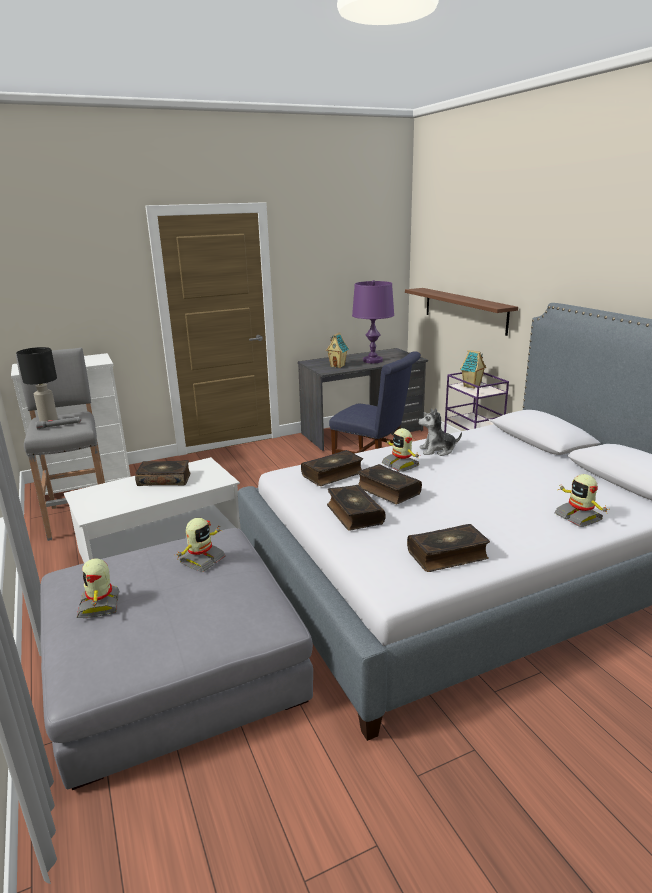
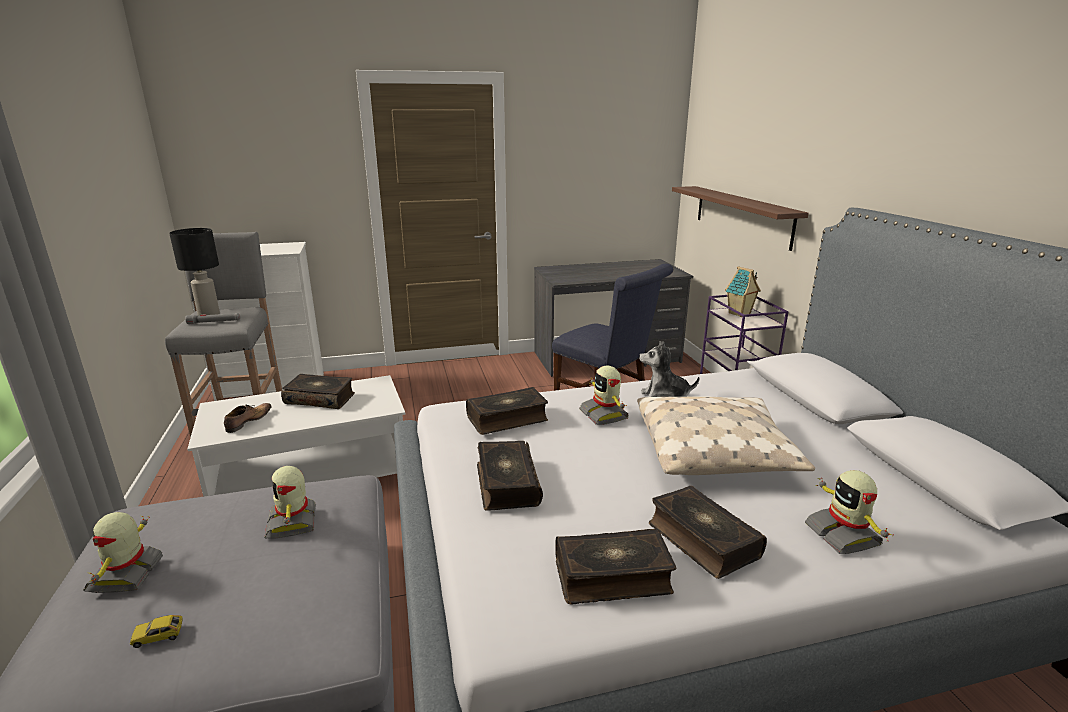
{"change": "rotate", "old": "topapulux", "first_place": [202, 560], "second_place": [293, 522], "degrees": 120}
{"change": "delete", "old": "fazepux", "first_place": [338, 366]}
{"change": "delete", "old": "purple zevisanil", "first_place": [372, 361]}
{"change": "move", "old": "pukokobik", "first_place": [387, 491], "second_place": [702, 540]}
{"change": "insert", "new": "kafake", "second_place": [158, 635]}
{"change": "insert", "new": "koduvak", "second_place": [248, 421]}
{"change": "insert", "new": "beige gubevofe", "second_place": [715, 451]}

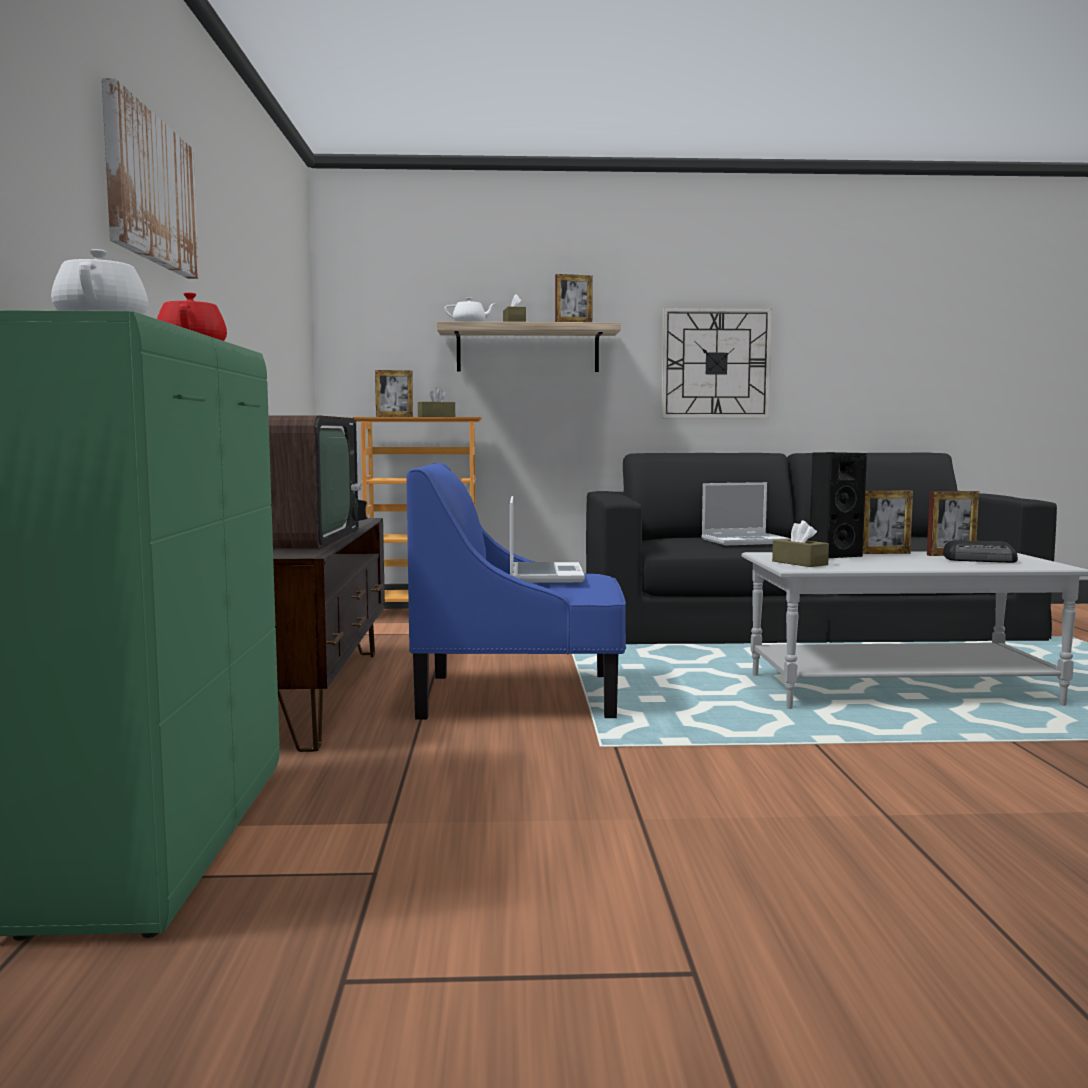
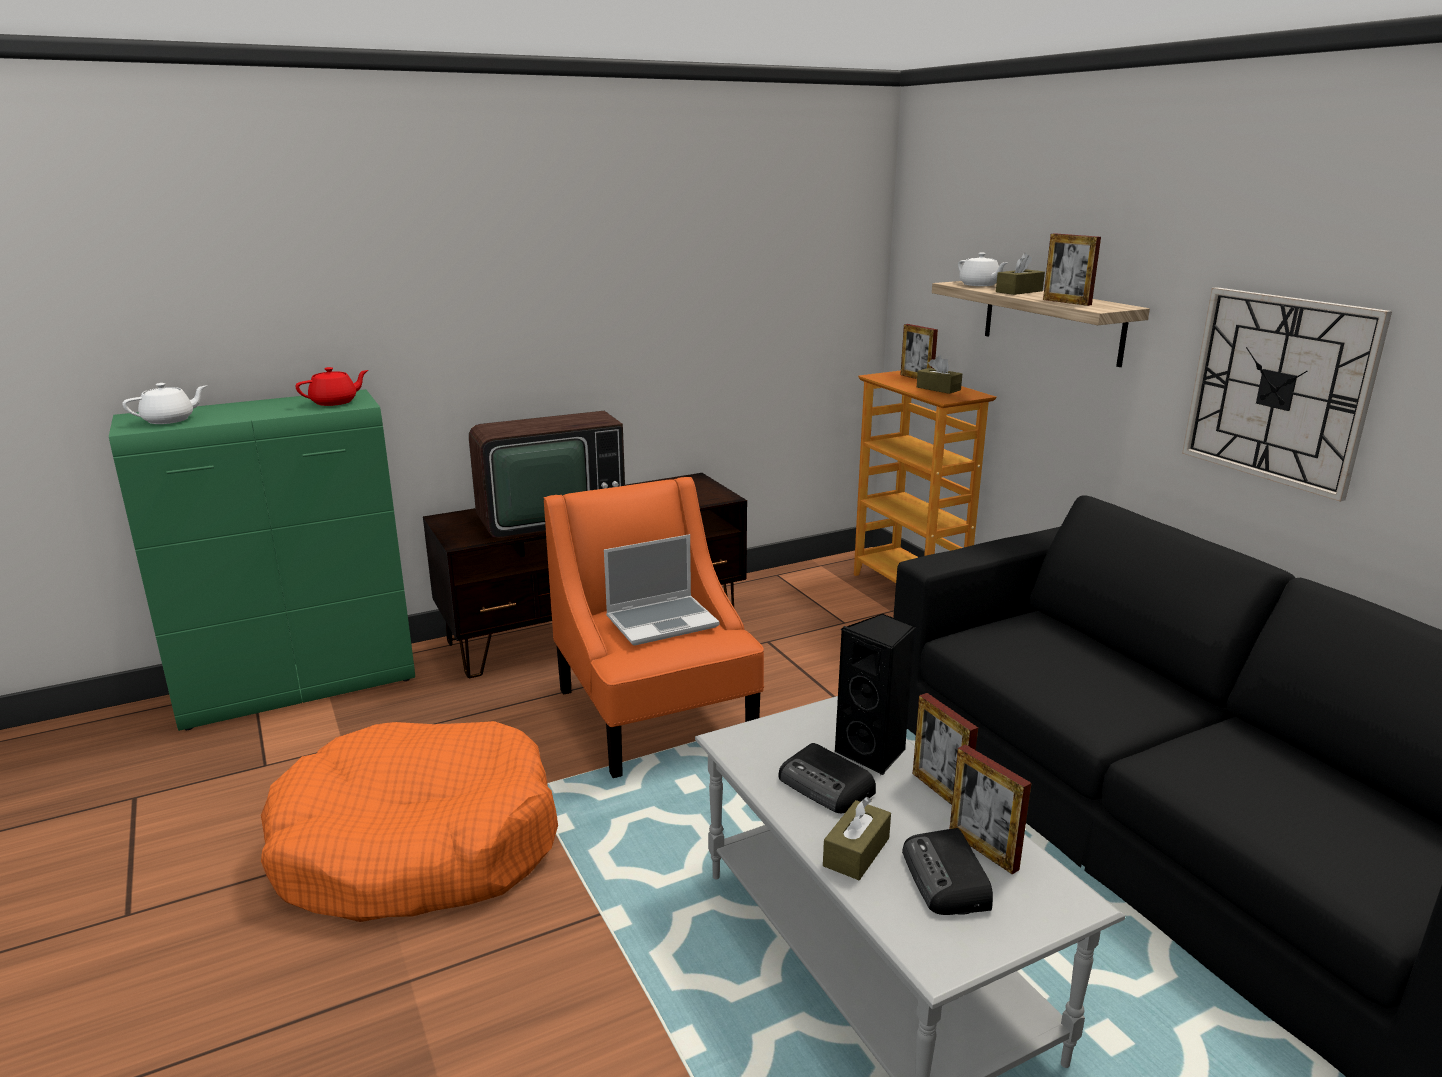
{"change": "delete", "old": "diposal", "first_place": [149, 190]}
{"change": "recolor", "old": "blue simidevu", "new": "orange simidevu", "first_place": [519, 696], "second_place": [655, 715]}
{"change": "delete", "old": "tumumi", "first_place": [745, 541]}
{"change": "move", "old": "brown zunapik", "first_place": [799, 563], "second_place": [856, 852]}
{"change": "insert", "new": "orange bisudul", "second_place": [417, 846]}
{"change": "insert", "new": "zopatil", "second_place": [826, 786]}

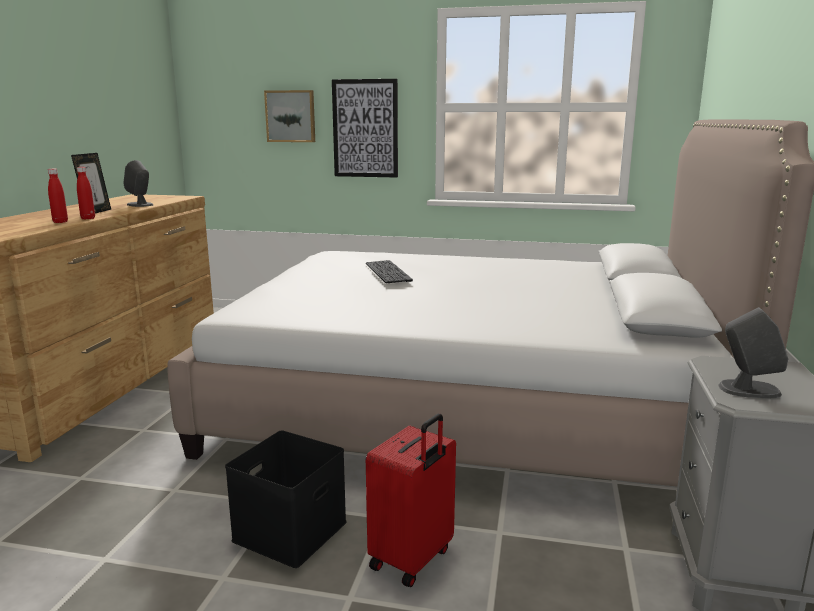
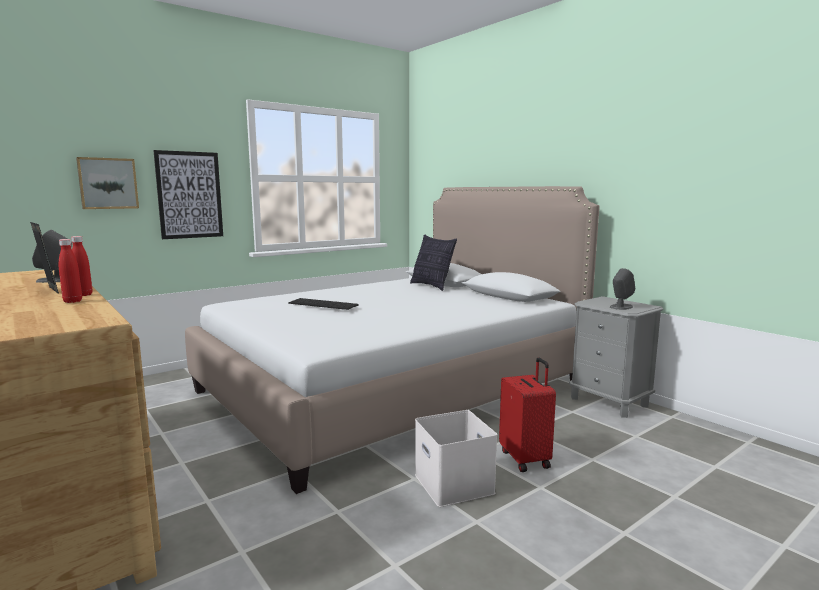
{"change": "recolor", "old": "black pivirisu", "new": "white pivirisu", "first_place": [290, 533], "second_place": [455, 484]}
{"change": "insert", "new": "gubevofe", "second_place": [432, 286]}

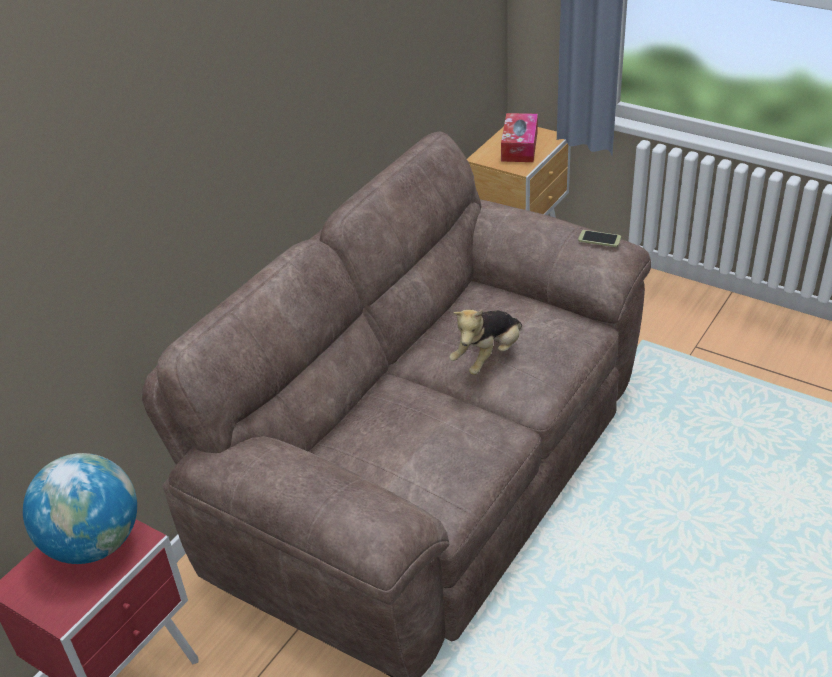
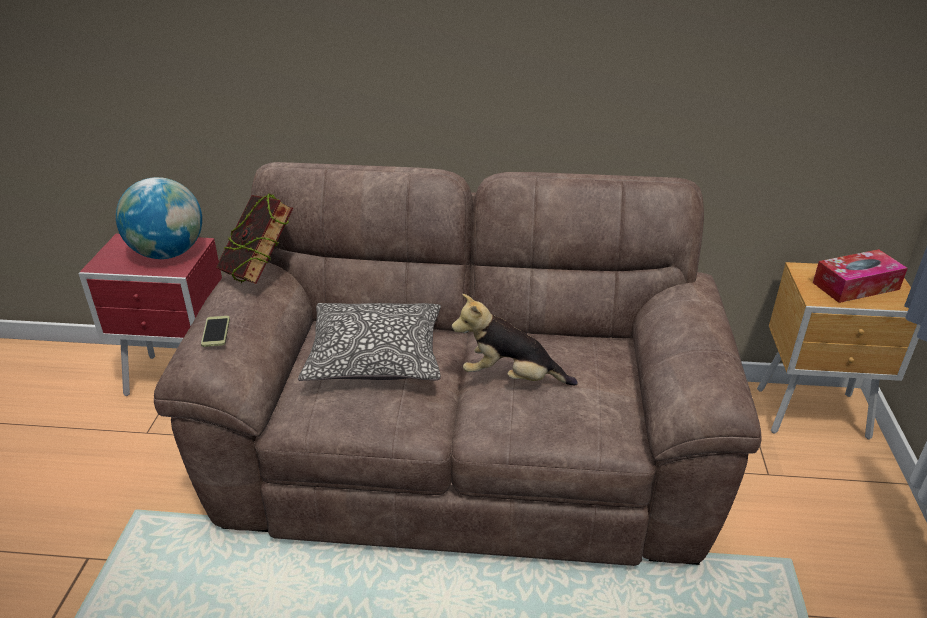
{"change": "move", "old": "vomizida", "first_place": [599, 239], "second_place": [215, 332]}
{"change": "insert", "new": "pukokobik", "second_place": [260, 273]}
{"change": "insert", "new": "gubevofe", "second_place": [376, 356]}

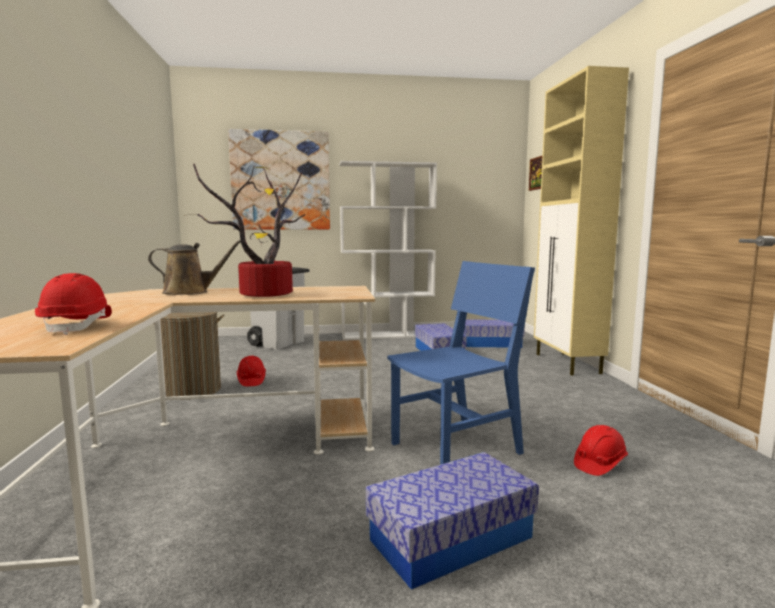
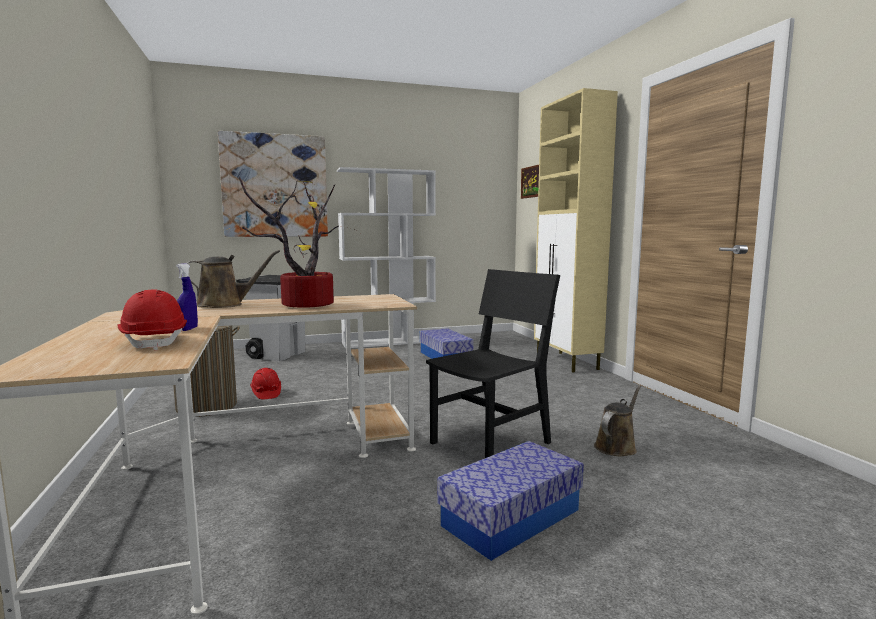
{"change": "recolor", "old": "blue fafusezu", "new": "black fafusezu", "first_place": [456, 448], "second_place": [491, 443]}
{"change": "delete", "old": "pivirisu", "first_place": [491, 343]}
{"change": "replace", "old": "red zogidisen", "new": "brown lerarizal", "first_place": [599, 464], "second_place": [617, 446]}
{"change": "insert", "new": "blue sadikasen", "second_place": [188, 329]}

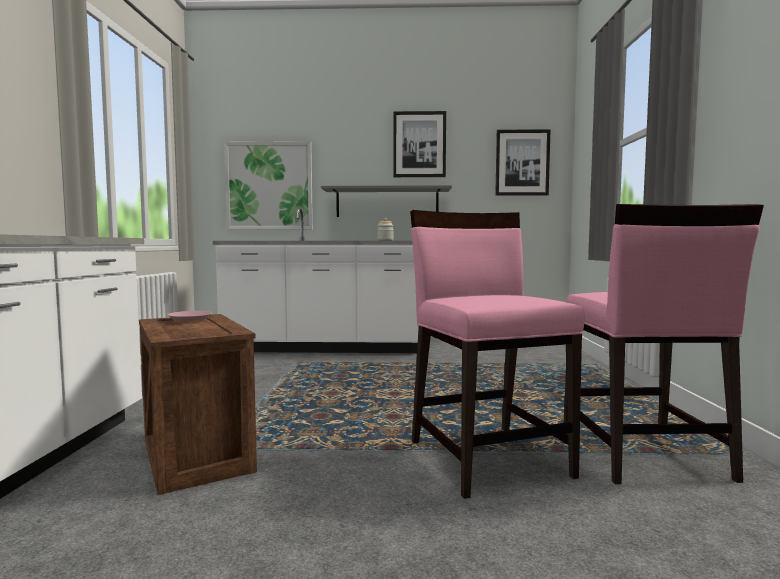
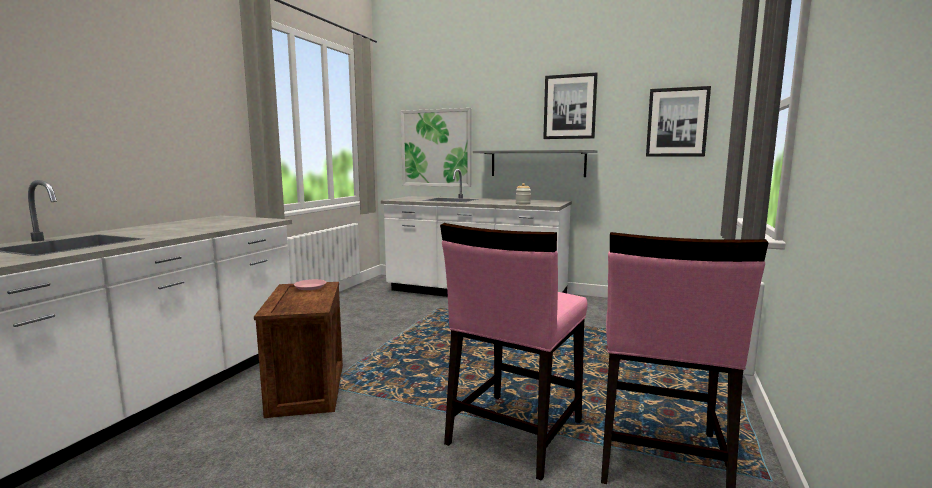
{"change": "rotate", "old": "pink fafusezu", "first_place": [488, 458], "second_place": [513, 433], "degrees": -150}

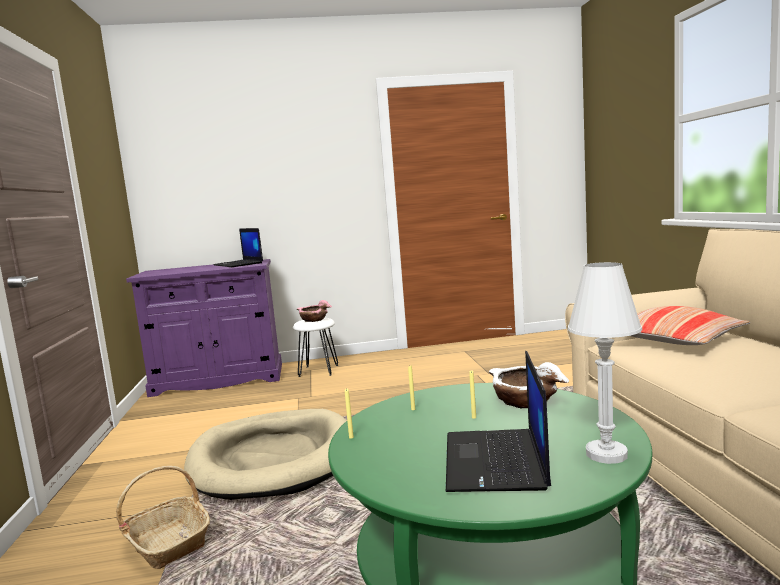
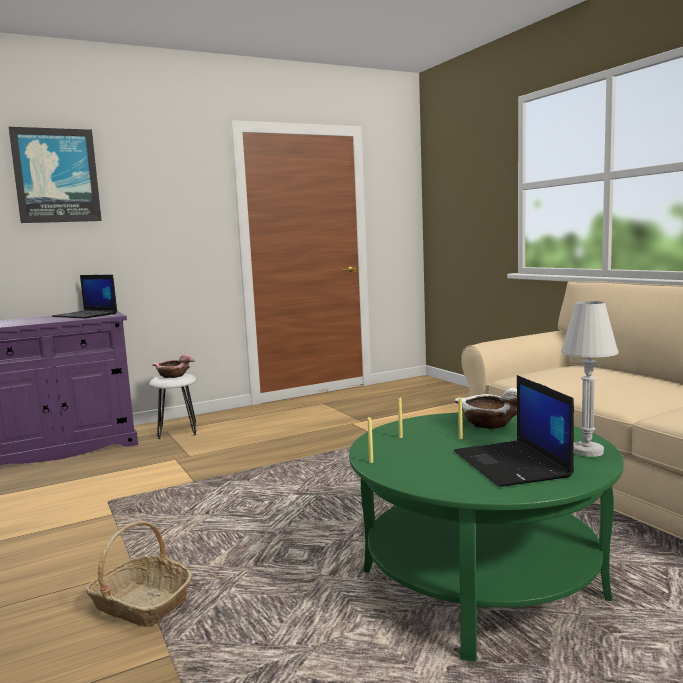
{"change": "delete", "old": "beige bisudul", "first_place": [274, 459]}
{"change": "delete", "old": "gubevofe", "first_place": [674, 340]}
{"change": "insert", "new": "diposal", "second_place": [56, 176]}

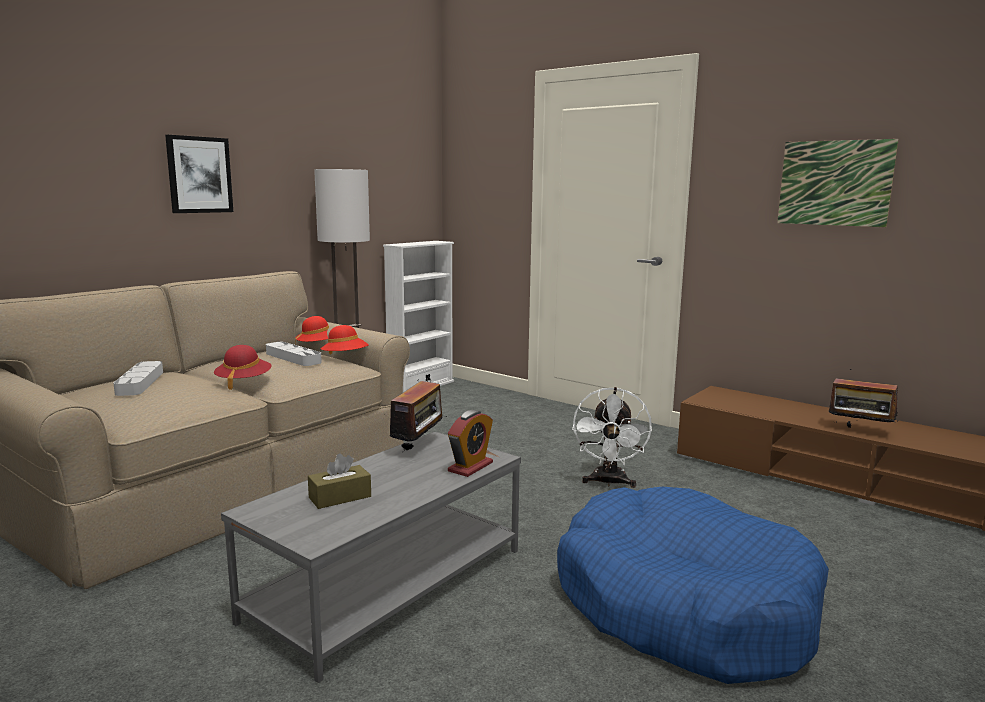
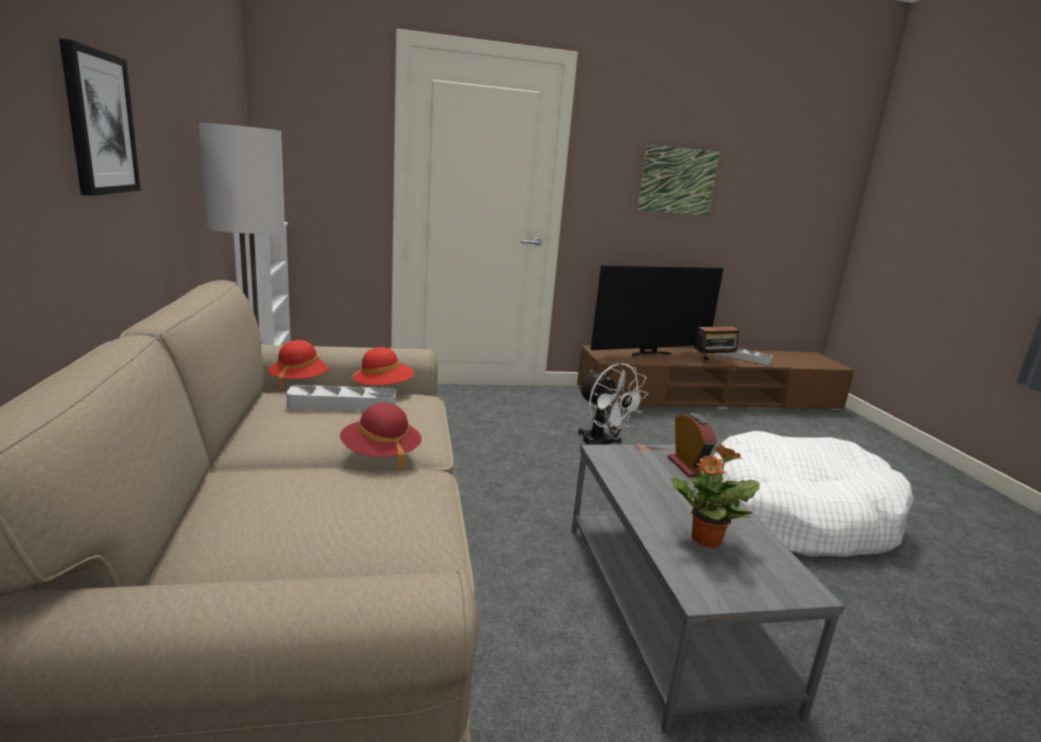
{"change": "move", "old": "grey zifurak", "first_place": [140, 383], "second_place": [742, 357]}
{"change": "replace", "old": "brown zunapik", "new": "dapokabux", "first_place": [340, 497], "second_place": [705, 540]}
{"change": "delete", "old": "zopatil", "first_place": [418, 446]}
{"change": "recolor", "old": "blue bisudul", "new": "white bisudul", "first_place": [683, 605], "second_place": [796, 515]}
{"change": "insert", "new": "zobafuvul", "second_place": [649, 353]}

